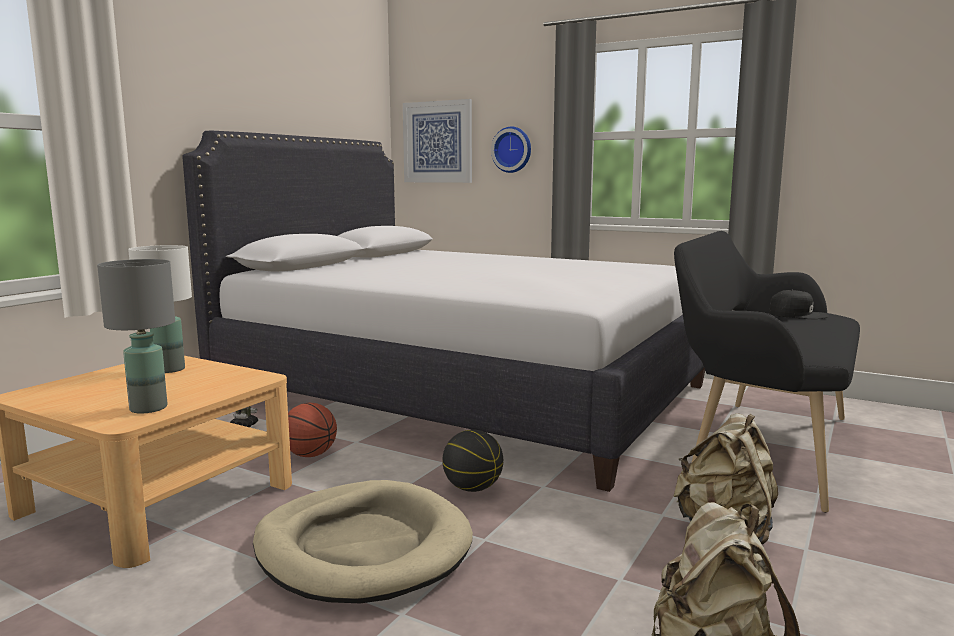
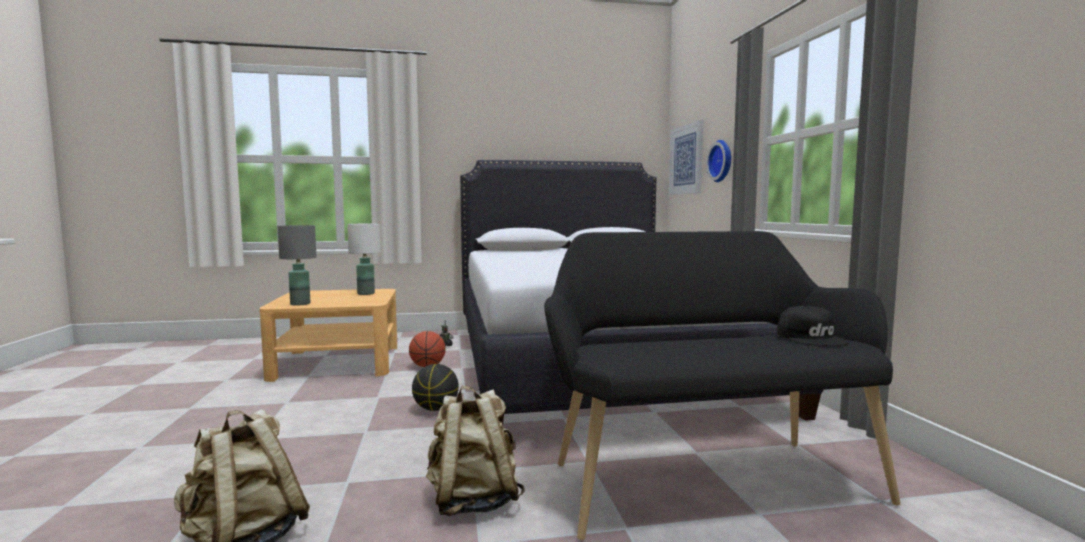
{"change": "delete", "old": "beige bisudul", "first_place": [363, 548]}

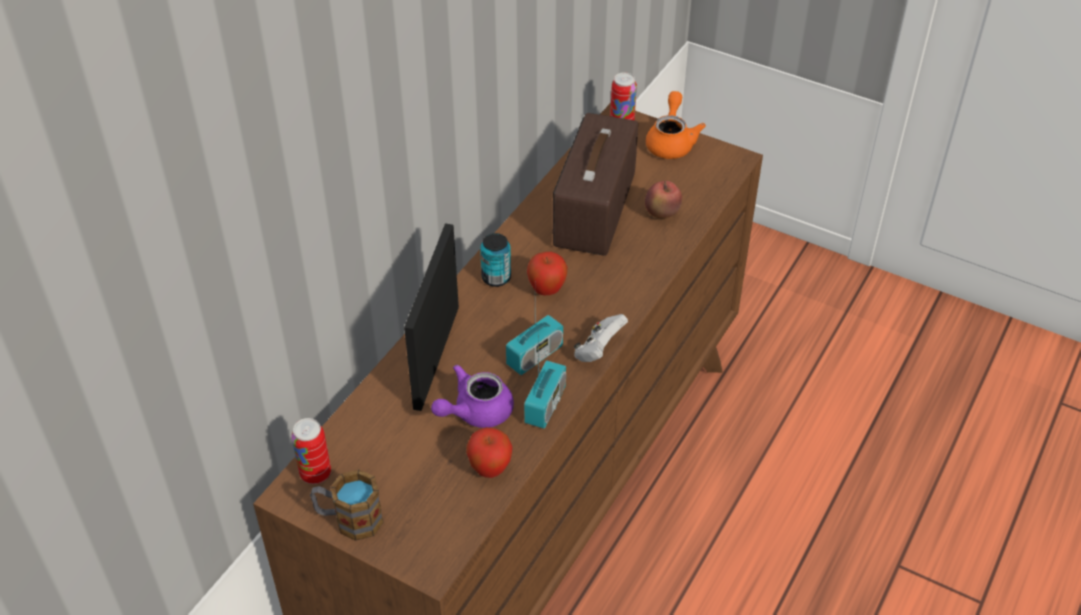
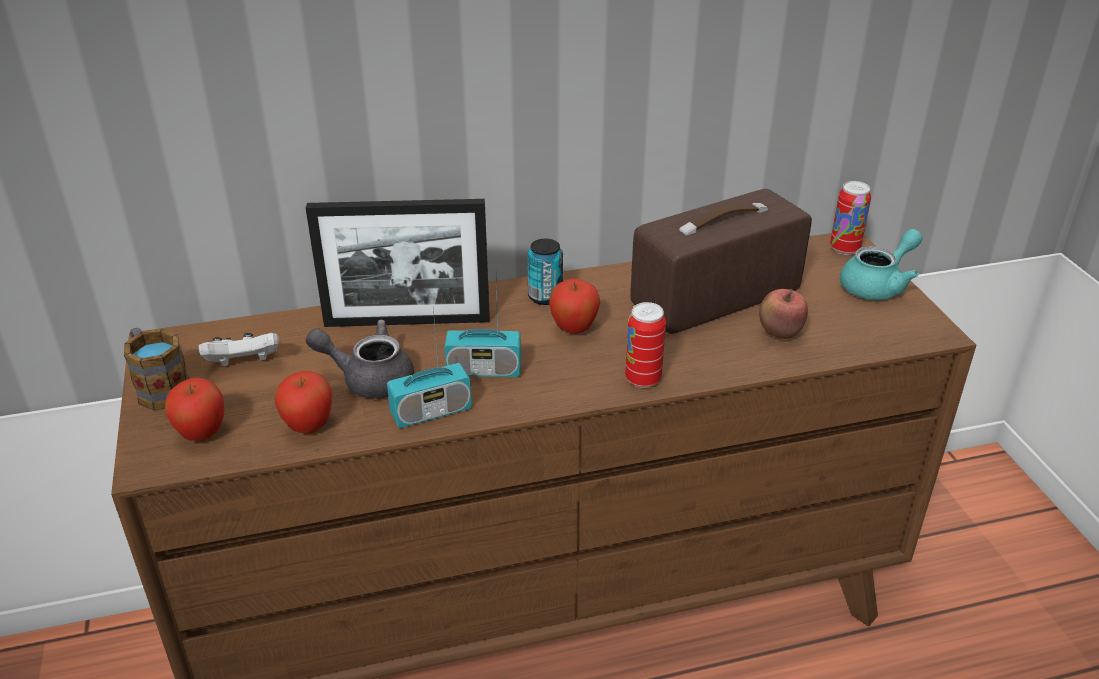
{"change": "move", "old": "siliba", "first_place": [315, 474], "second_place": [643, 379]}
{"change": "rotate", "old": "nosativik", "first_place": [436, 356], "second_place": [407, 321], "degrees": -150}
{"change": "recolor", "old": "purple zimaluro", "new": "grey zimaluro", "first_place": [475, 412], "second_place": [369, 378]}
{"change": "move", "old": "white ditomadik", "first_place": [598, 351], "second_place": [244, 364]}
{"change": "recolor", "old": "orange zimaluro", "new": "turquoise zimaluro", "first_place": [671, 142], "second_place": [878, 285]}
{"change": "insert", "new": "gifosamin", "second_place": [202, 434]}

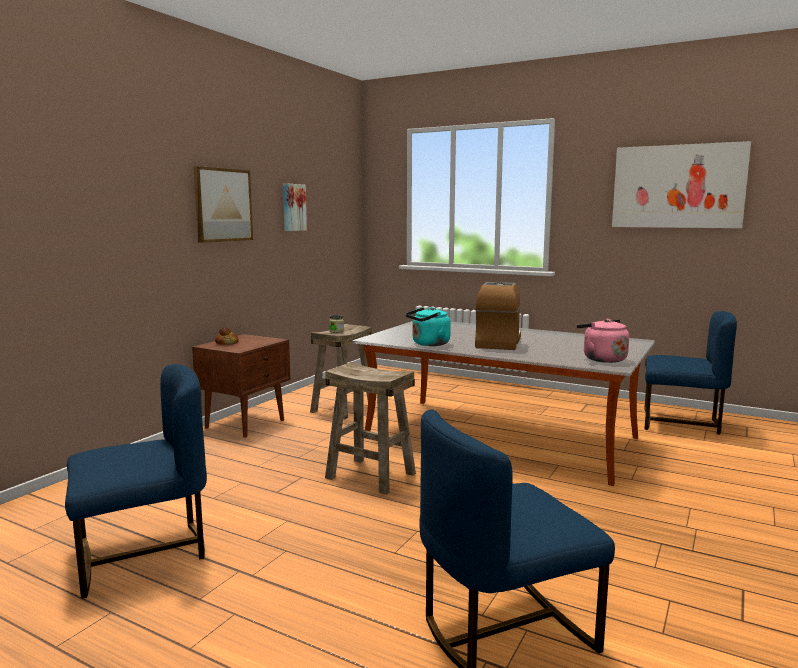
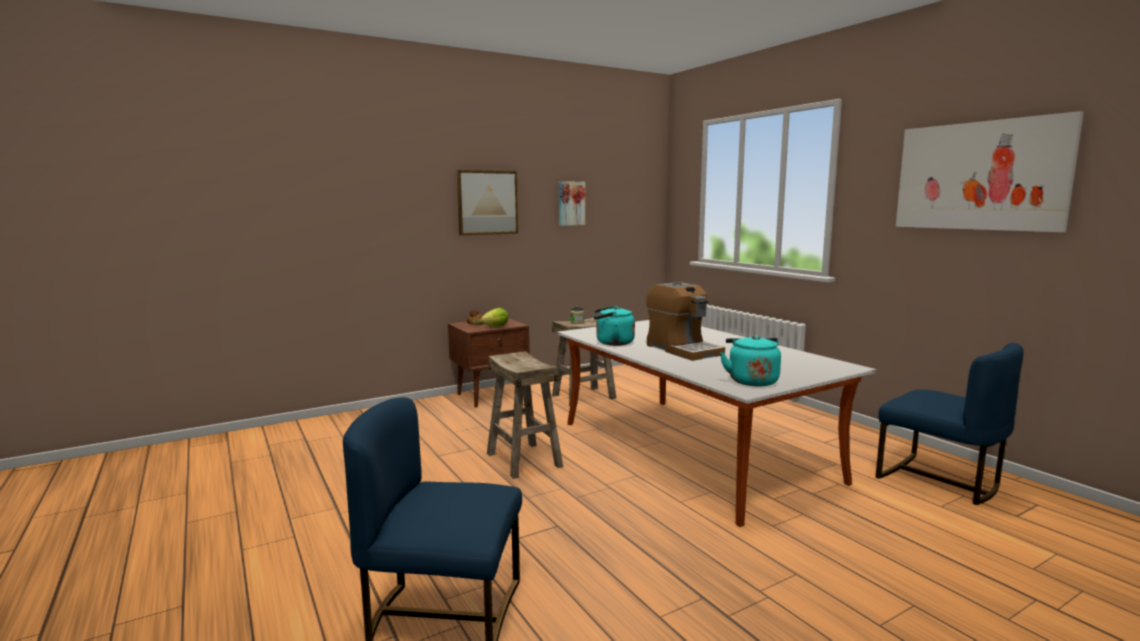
{"change": "delete", "old": "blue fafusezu", "first_place": [142, 554]}
{"change": "rotate", "old": "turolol", "first_place": [498, 342], "second_place": [683, 349], "degrees": 105}
{"change": "recolor", "old": "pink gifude", "new": "turquoise gifude", "first_place": [601, 359], "second_place": [751, 381]}
{"change": "insert", "new": "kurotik", "second_place": [495, 327]}

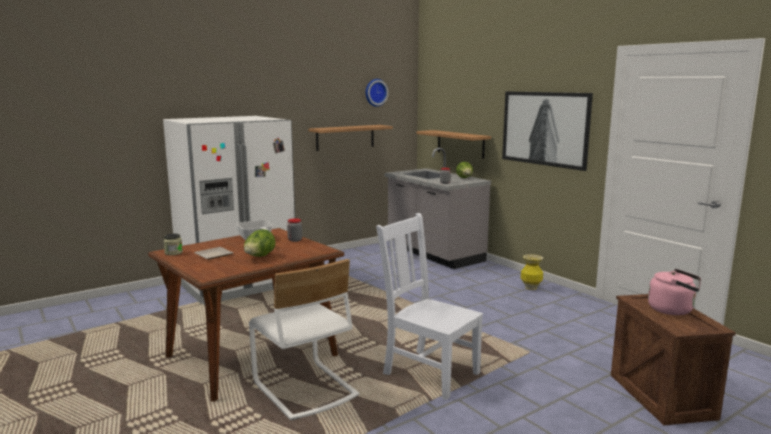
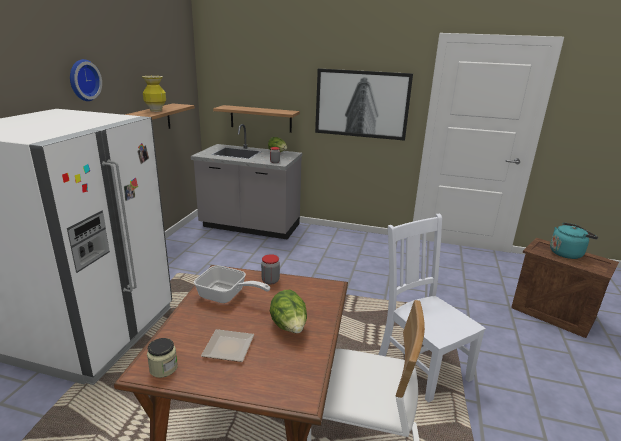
{"change": "move", "old": "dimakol", "first_place": [375, 92], "second_place": [82, 80]}
{"change": "rotate", "old": "white fafusezu", "first_place": [428, 372], "second_place": [421, 365], "degrees": 60}
{"change": "move", "old": "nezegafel", "first_place": [530, 288], "second_place": [156, 110]}
{"change": "recolor", "old": "pink gifude", "new": "turquoise gifude", "first_place": [673, 310], "second_place": [567, 253]}

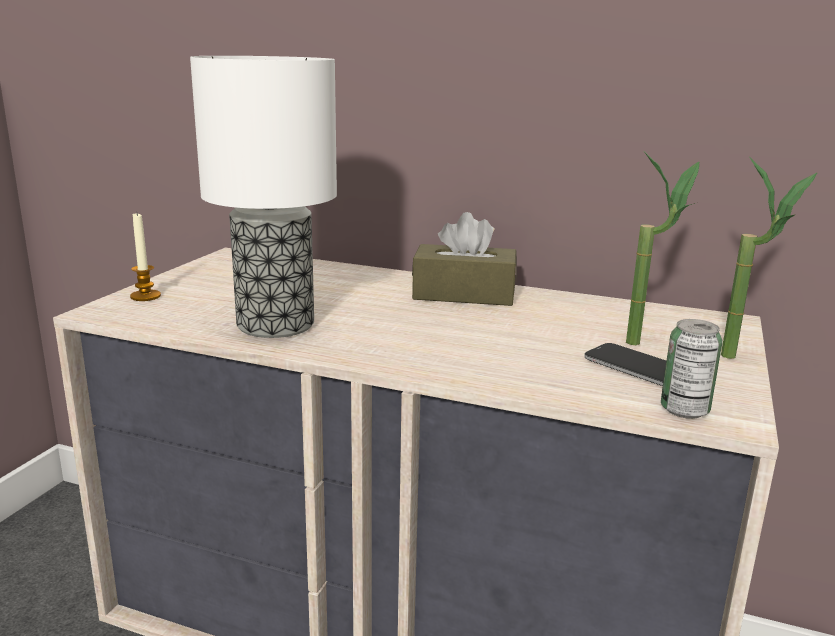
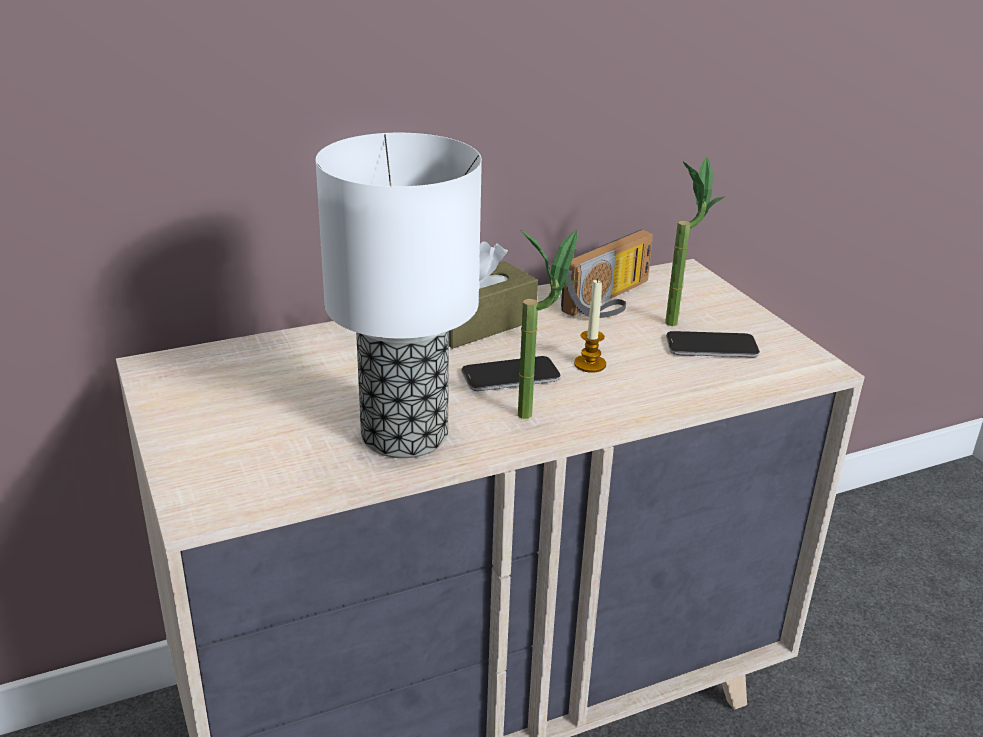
{"change": "move", "old": "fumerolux", "first_place": [145, 296], "second_place": [590, 364]}
{"change": "delete", "old": "siliba", "first_place": [684, 410]}
{"change": "move", "old": "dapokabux", "first_place": [744, 358], "second_place": [539, 412]}
{"change": "insert", "new": "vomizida", "second_place": [510, 376]}
{"change": "insert", "new": "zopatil", "second_place": [612, 301]}

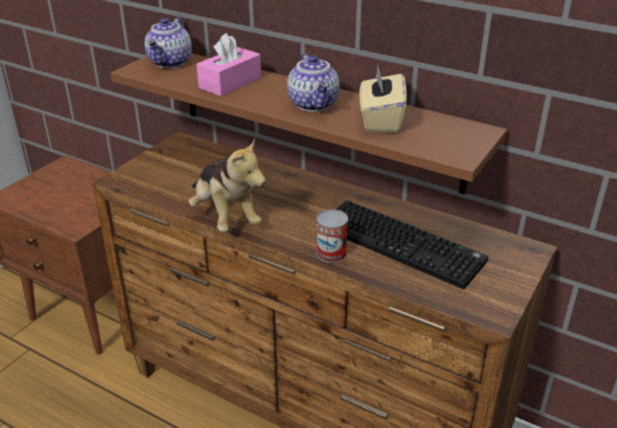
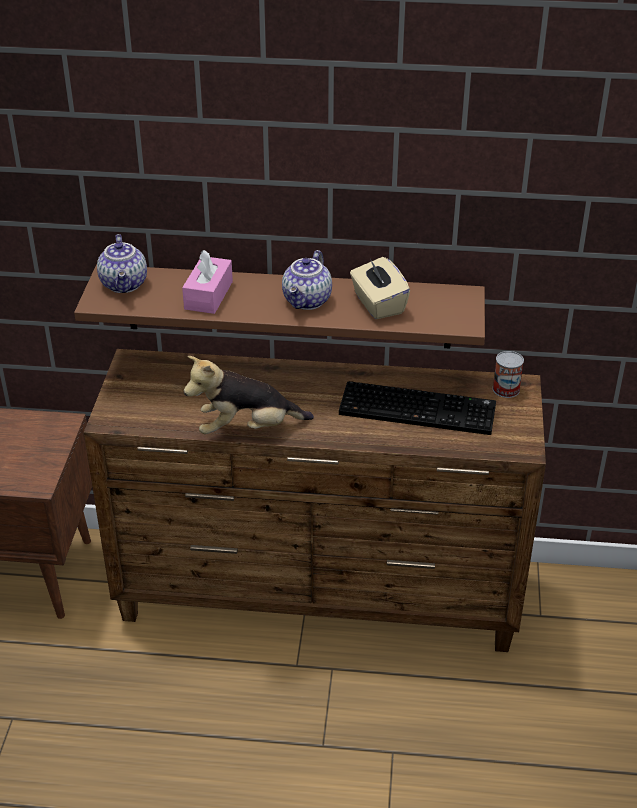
{"change": "rotate", "old": "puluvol", "first_place": [225, 217], "second_place": [247, 429], "degrees": 135}
{"change": "rotate", "old": "zimaluro", "first_place": [314, 104], "second_place": [308, 301], "degrees": 60}
{"change": "move", "old": "siliba", "first_place": [331, 253], "second_place": [506, 389]}

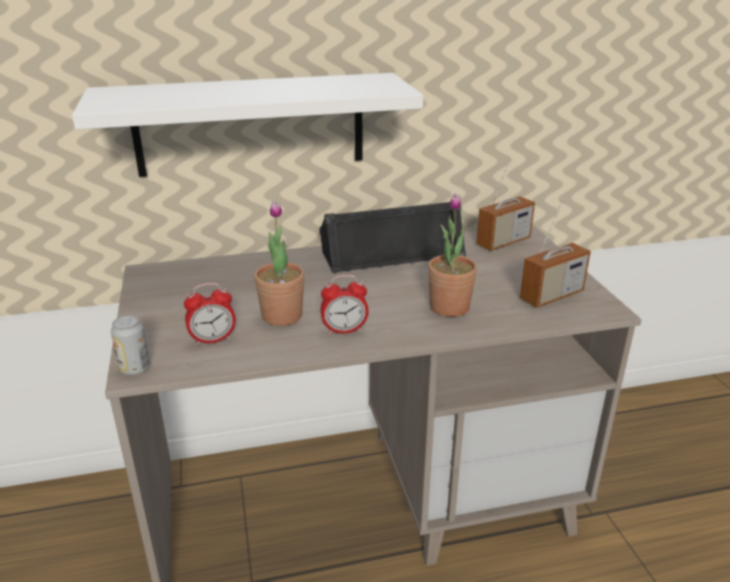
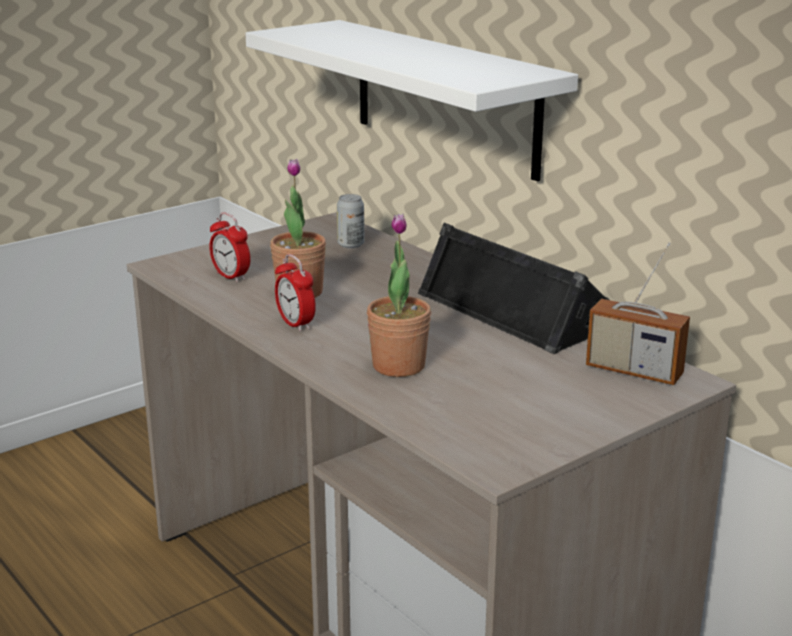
{"change": "move", "old": "siliba", "first_place": [135, 368], "second_place": [351, 245]}
{"change": "delete", "old": "zopatil", "first_place": [551, 296]}

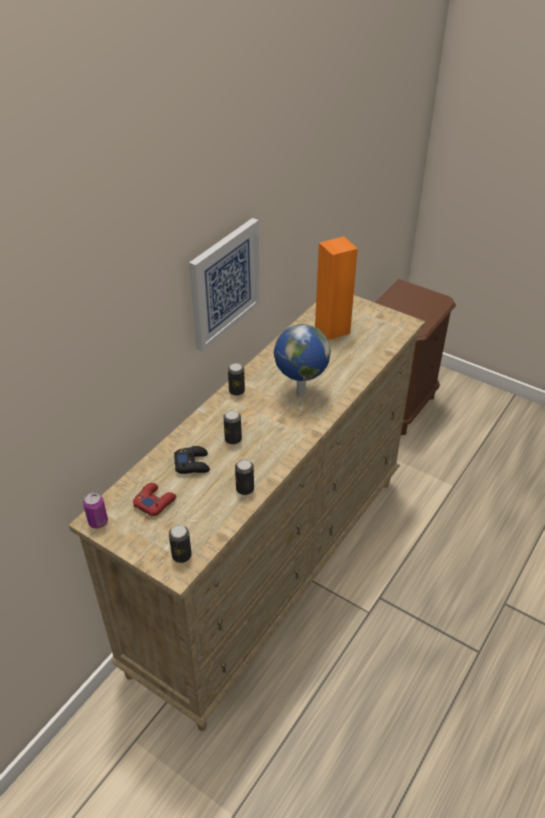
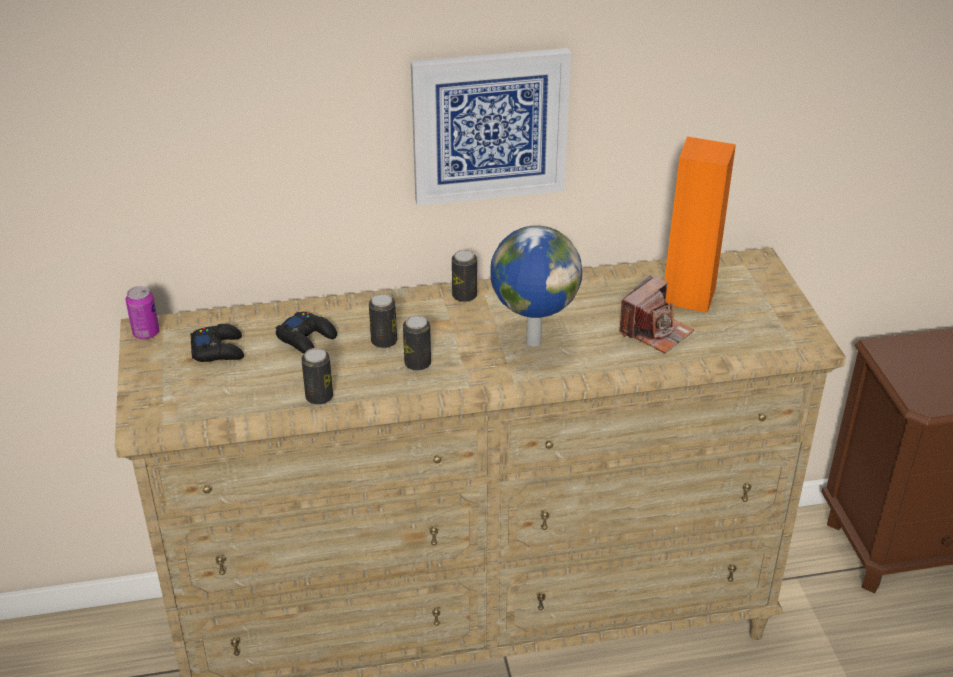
{"change": "recolor", "old": "red ditomadik", "new": "black ditomadik", "first_place": [154, 502], "second_place": [218, 350]}
{"change": "move", "old": "siliba", "first_place": [181, 555], "second_place": [417, 363]}
{"change": "insert", "new": "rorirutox", "second_place": [655, 331]}

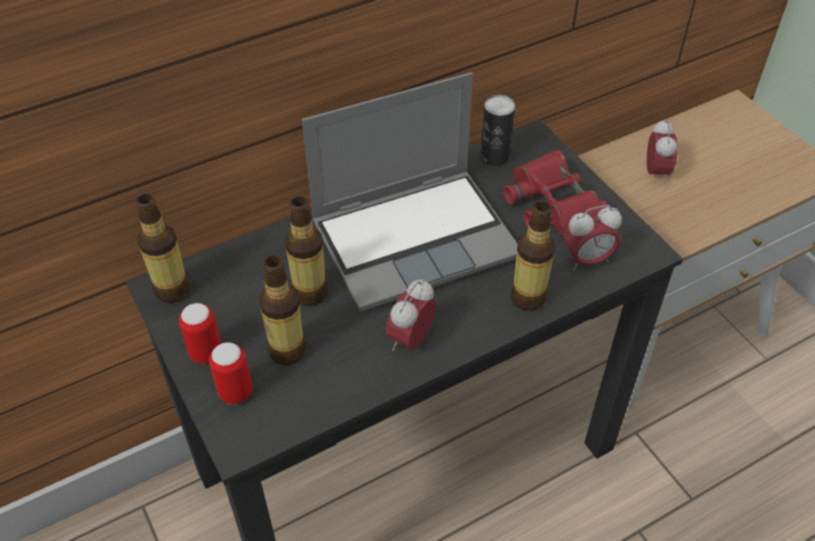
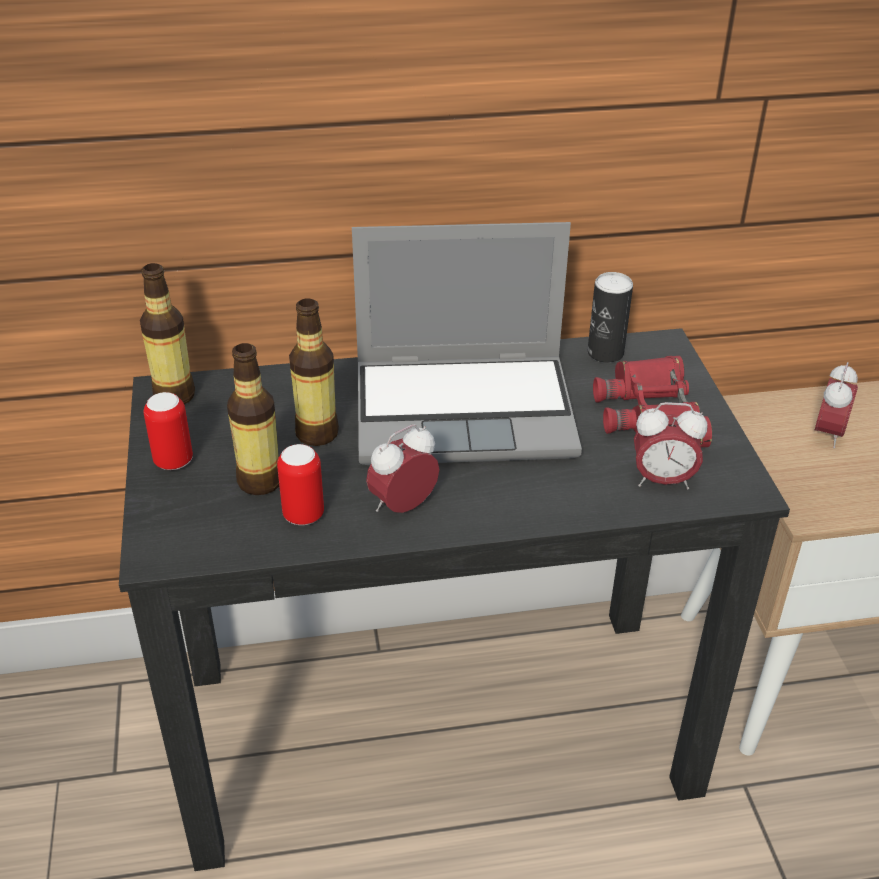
{"change": "move", "old": "siliba", "first_place": [235, 392], "second_place": [303, 515]}
{"change": "delete", "old": "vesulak", "first_place": [528, 297]}

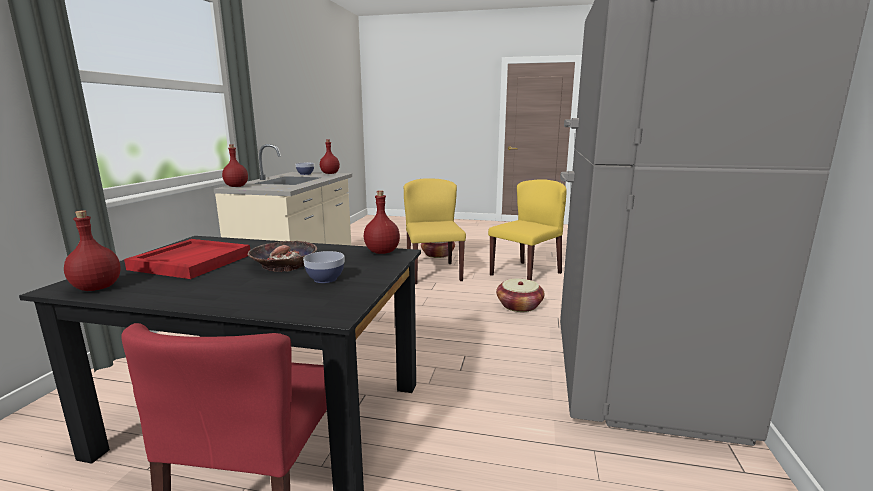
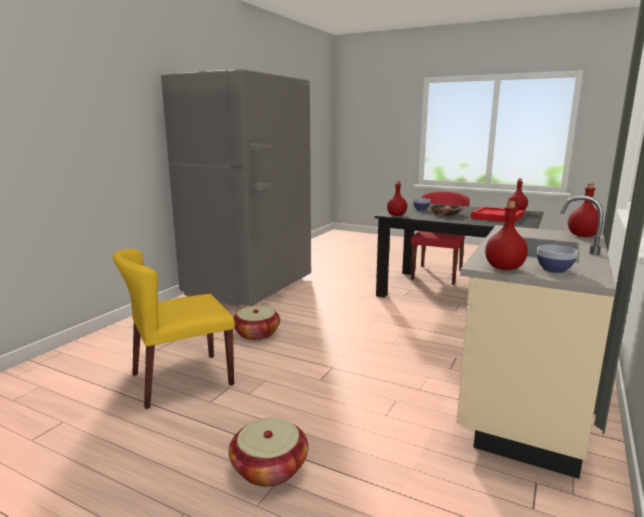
{"change": "delete", "old": "yellow fafusezu", "first_place": [433, 273]}

